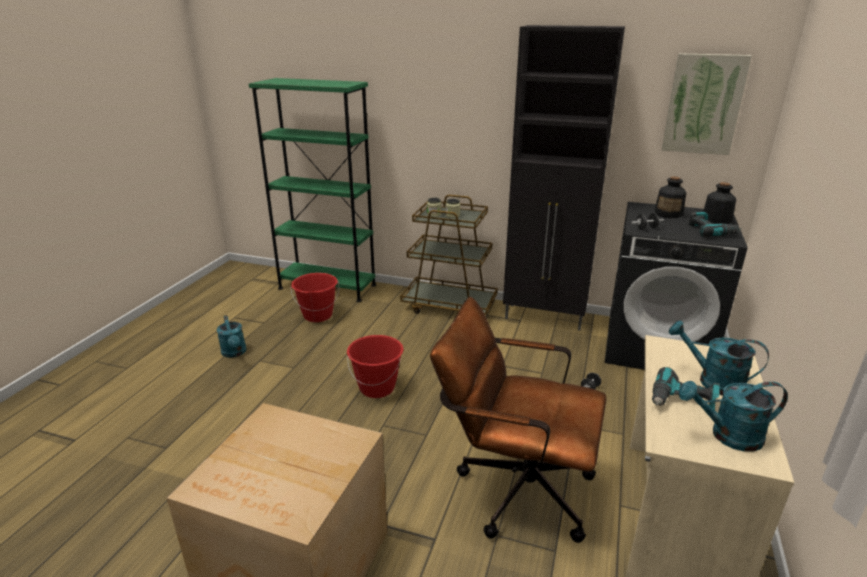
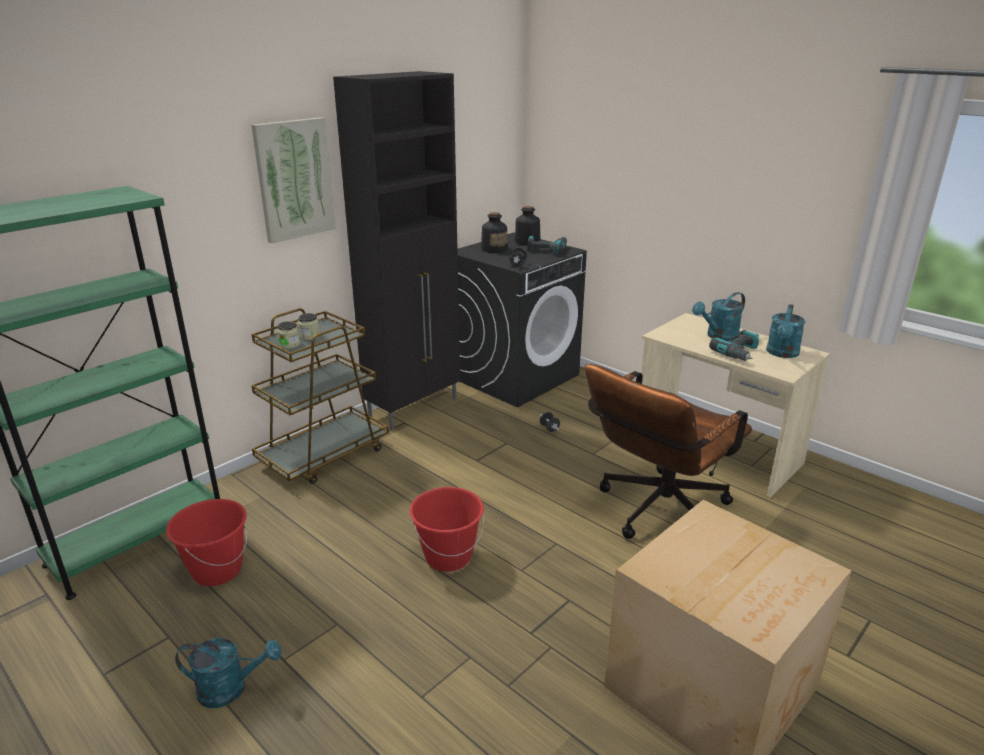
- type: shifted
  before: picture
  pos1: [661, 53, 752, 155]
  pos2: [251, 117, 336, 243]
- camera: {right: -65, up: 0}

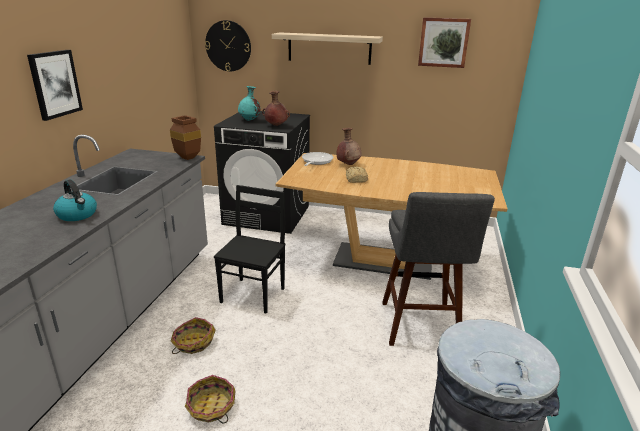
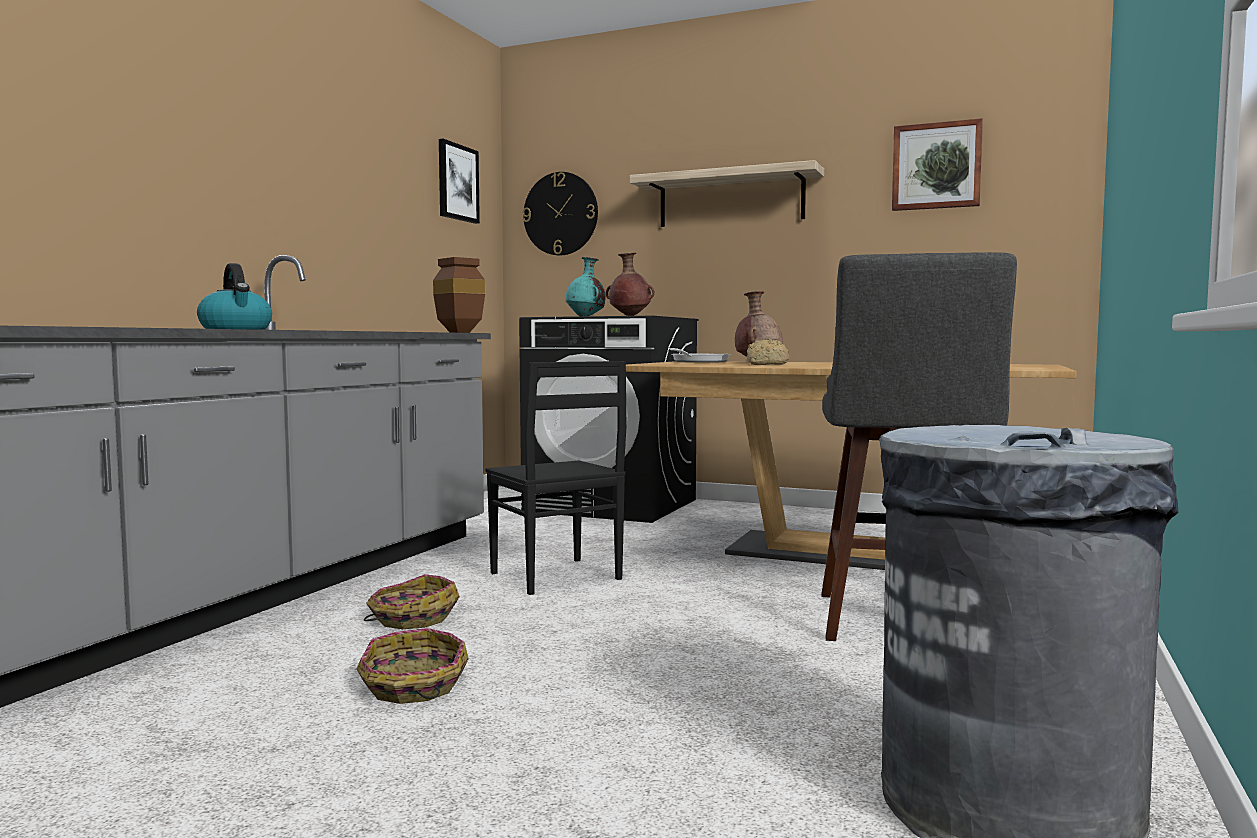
- type: shifted
  before: picture
  pos1: [27, 50, 83, 121]
  pos2: [439, 139, 480, 224]
- type: rotated
  before: black chair
  pos1: [214, 185, 286, 314]
  pos2: [485, 361, 626, 595]
  turn: 120
- camera: {right: 10, up: -20}

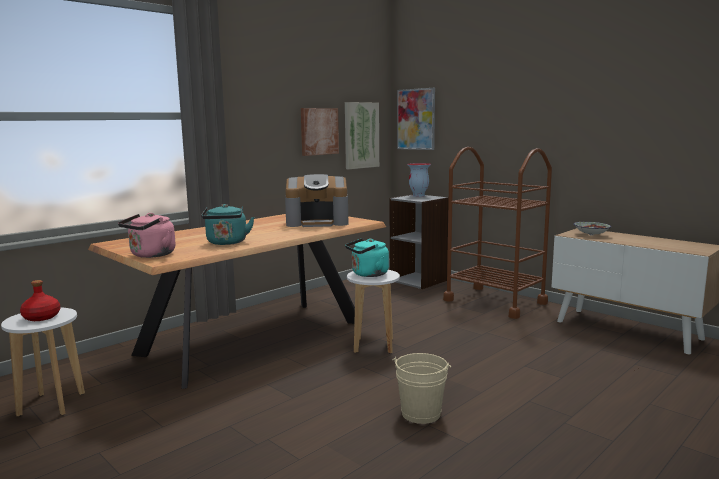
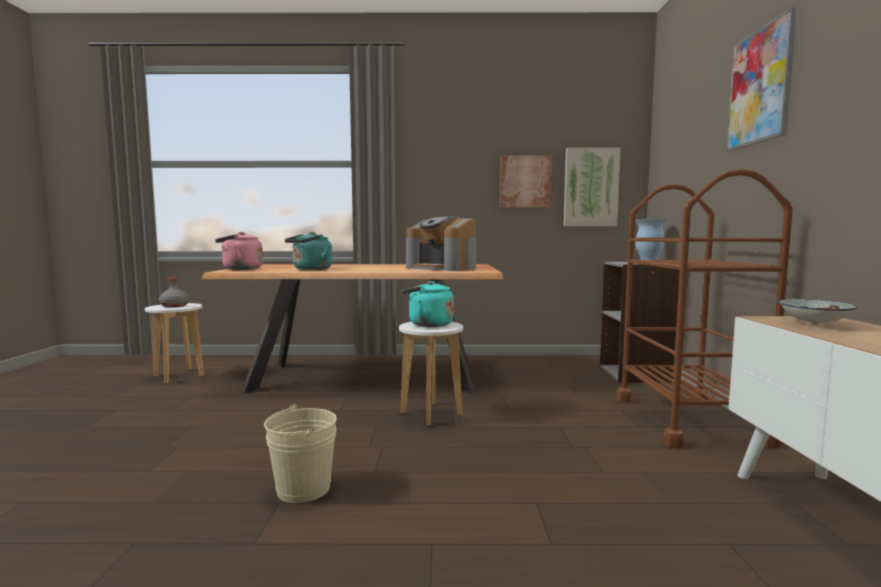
- type: shifted
  before: picture
  pos1: [397, 88, 435, 150]
  pos2: [727, 7, 797, 151]
- type: repainted
  before: red bottle
  after: grey bottle
  pos1: [20, 280, 60, 321]
  pos2: [159, 277, 190, 308]
- camera: {right: 45, up: -5}

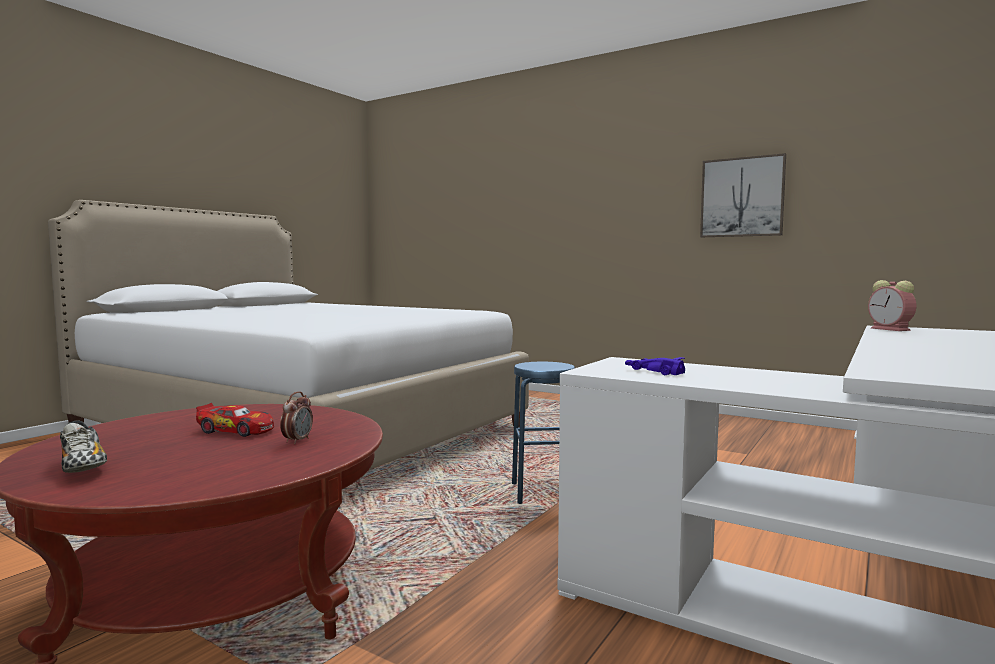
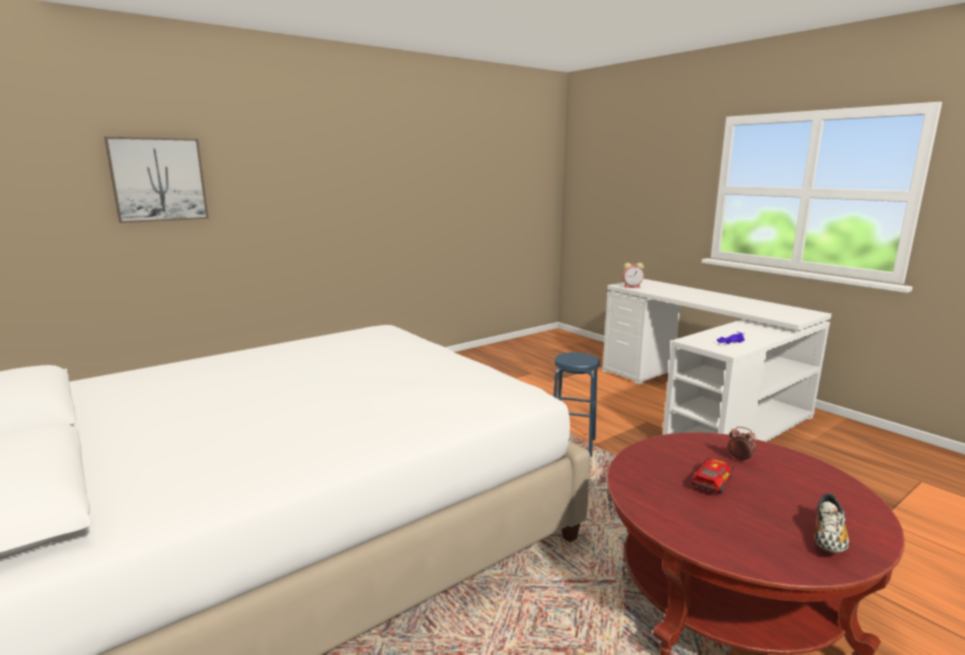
- type: shifted
  before: picture
  pos1: [700, 153, 786, 237]
  pos2: [104, 136, 209, 223]
- type: rotated
  before: shoe
  pos1: [60, 420, 107, 473]
  pos2: [815, 493, 849, 553]
  turn: 135
- camera: {right: -70, up: 10}

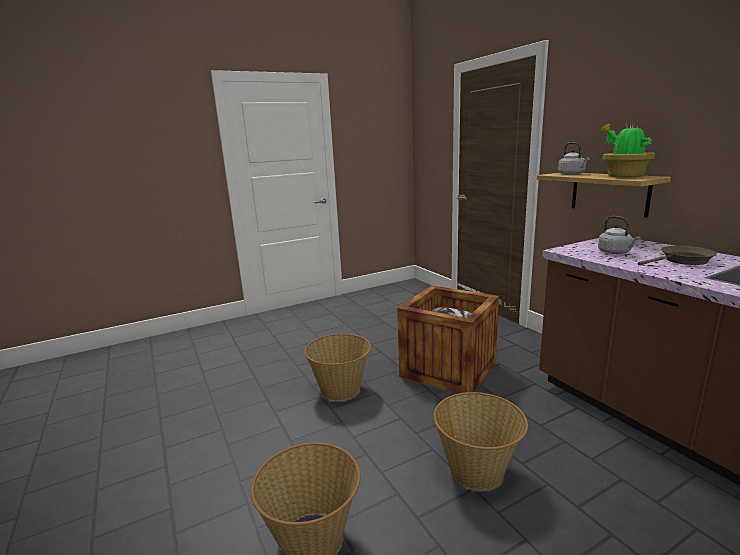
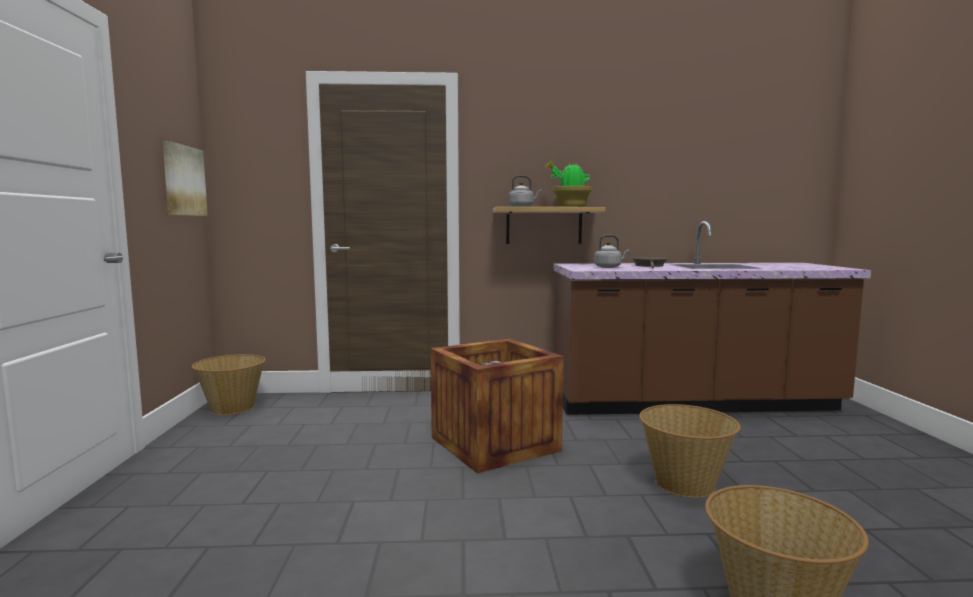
- type: new
  after: picture
  pos2: [163, 141, 208, 216]
- type: shifted
  before: basket
  pos1: [304, 334, 371, 401]
  pos2: [192, 354, 266, 415]
- camera: {right: -65, up: -10}

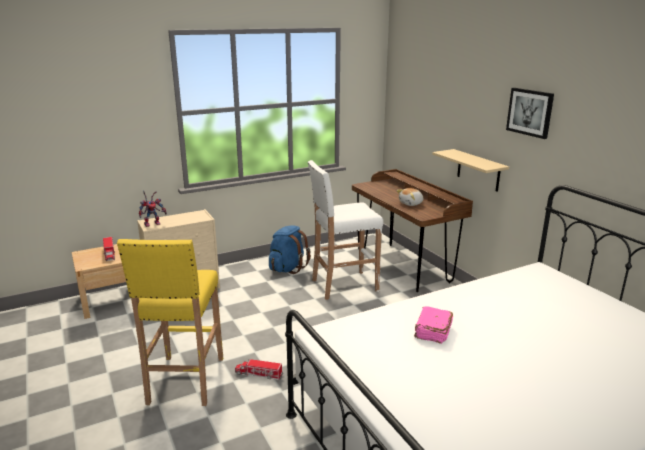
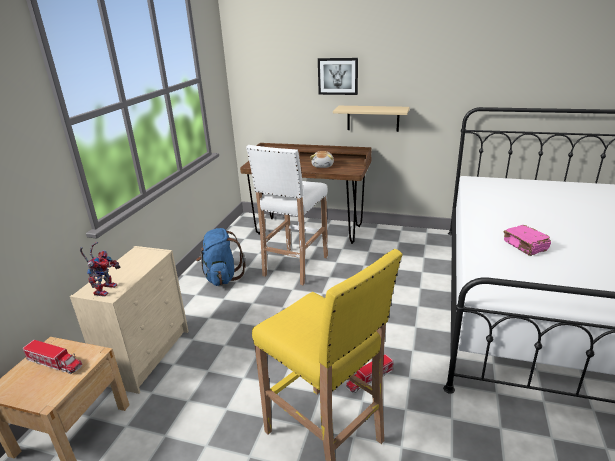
- type: shifted
  before: picture
  pos1: [506, 88, 554, 139]
  pos2: [318, 58, 358, 95]
- camera: {right: -45, up: 5}

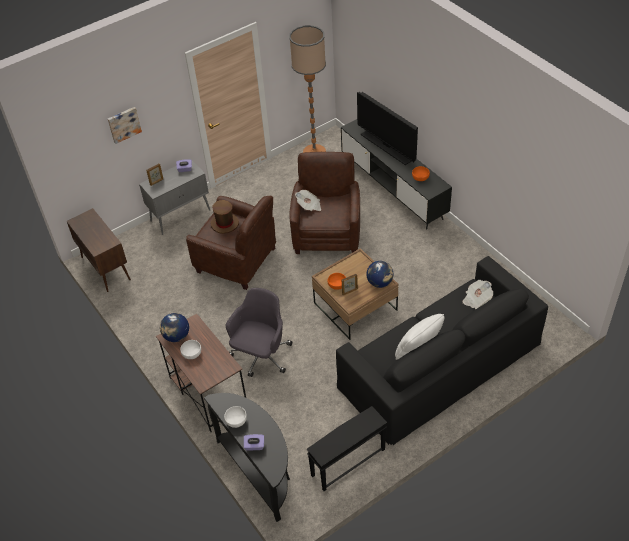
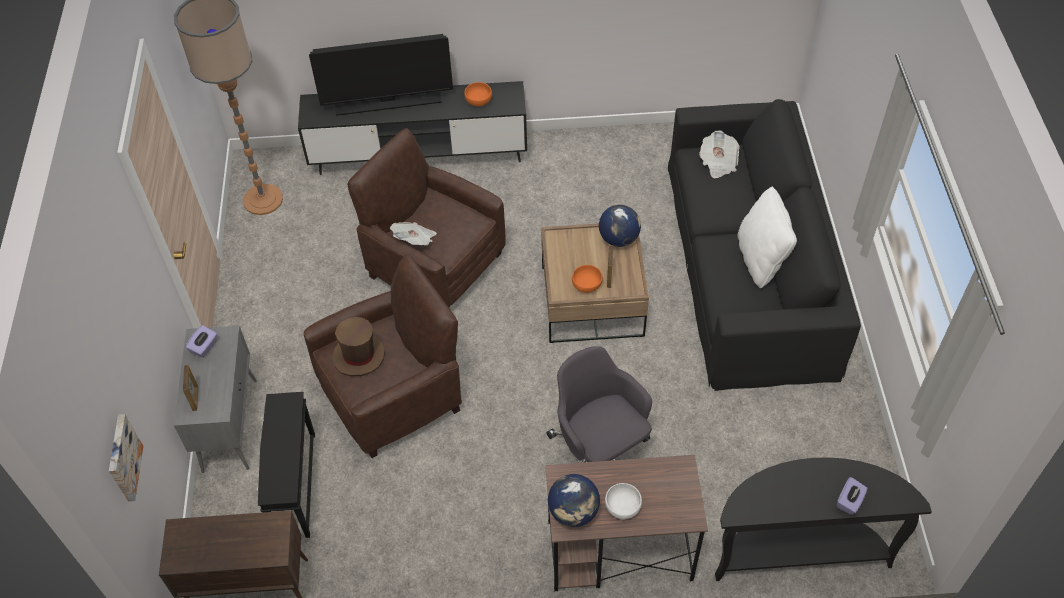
- type: gone
  before: white bowl
  pos1: [224, 406, 247, 428]
- type: shifted
  before: picture
  pos1: [108, 107, 142, 144]
  pos2: [109, 414, 143, 501]
- type: shifted
  before: black side table
  pos1: [307, 406, 387, 491]
  pos2: [258, 392, 315, 538]
- camera: {right: -60, up: 5}

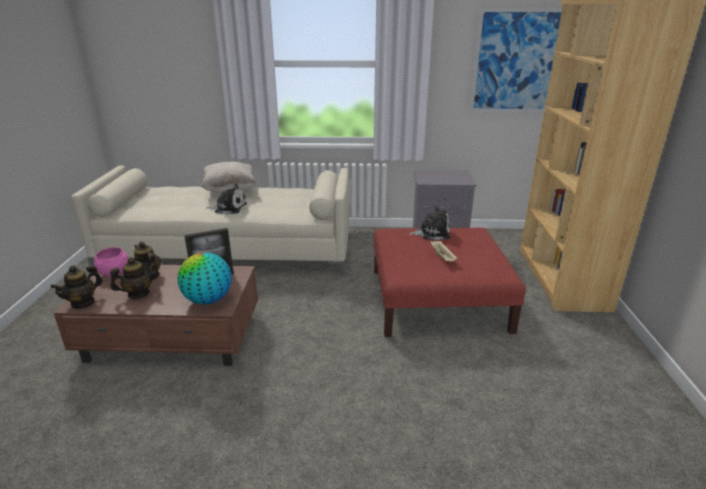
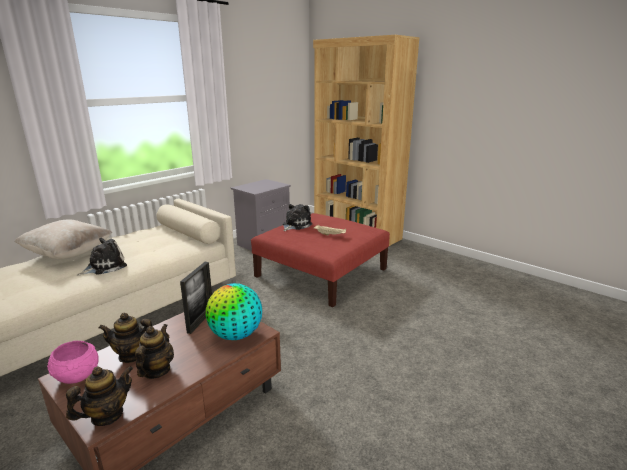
- type: gone
  before: picture
  pos1: [469, 8, 562, 113]
- type: rotated
  before: teapot
  pos1: [50, 265, 103, 309]
  pos2: [66, 366, 133, 426]
  turn: -120
- camera: {right: -50, up: -5}

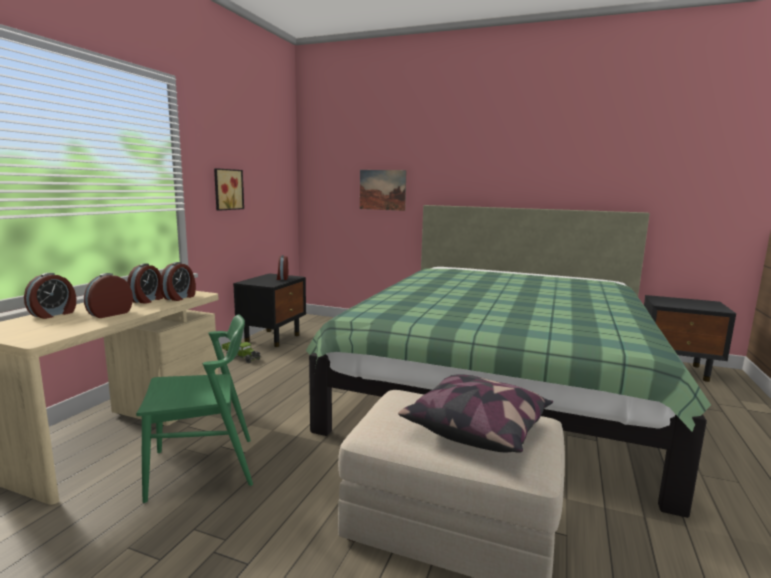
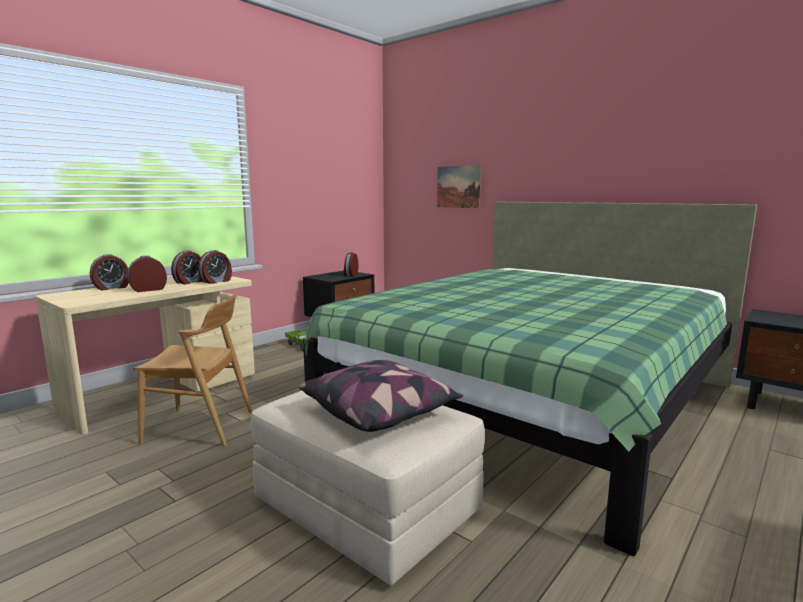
- type: gone
  before: picture
  pos1: [214, 168, 244, 211]
- type: repainted
  before: green chair
  after: brown chair
  pos1: [136, 315, 253, 503]
  pos2: [133, 295, 252, 446]
- camera: {right: 20, up: 0}

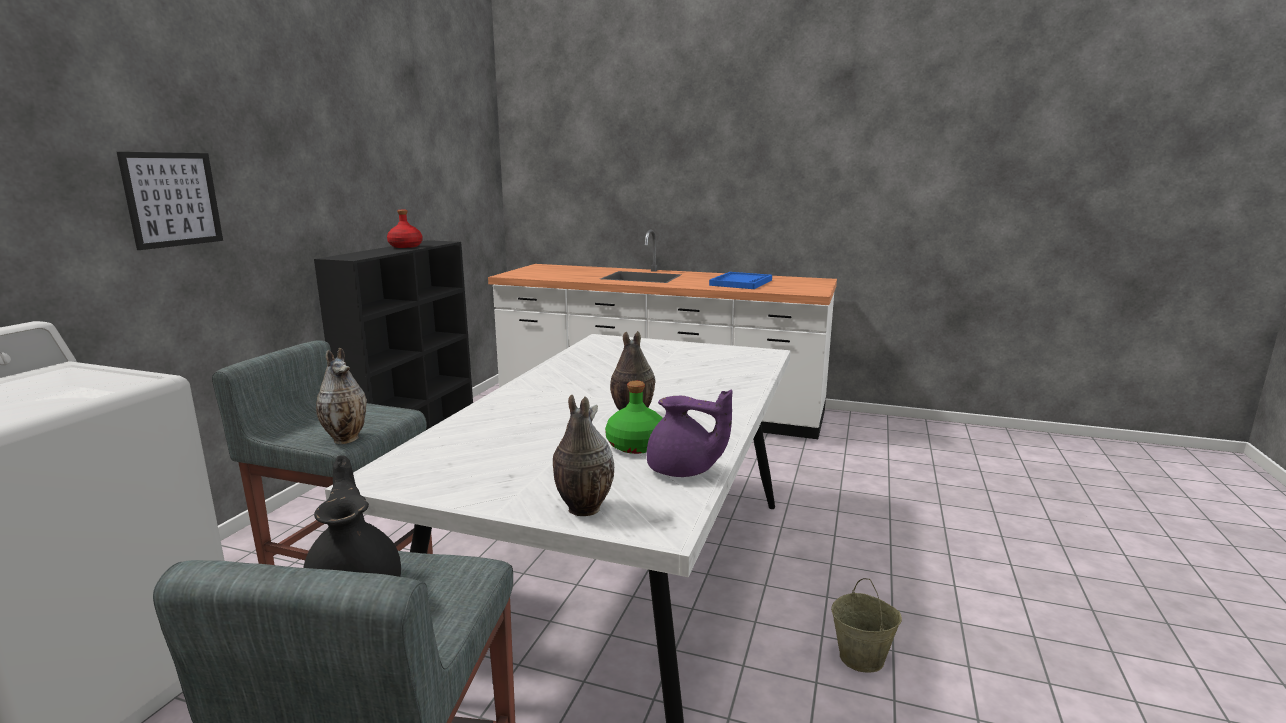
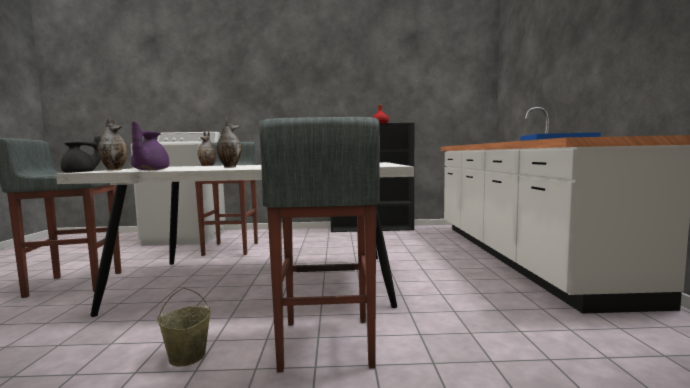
- type: gone
  before: picture
  pos1: [117, 152, 223, 250]
- type: gone
  before: green bottle
  pos1: [605, 381, 663, 454]
- type: new
  after: grey stool
  pos2: [259, 117, 380, 373]
- camera: {right: 70, up: -10}

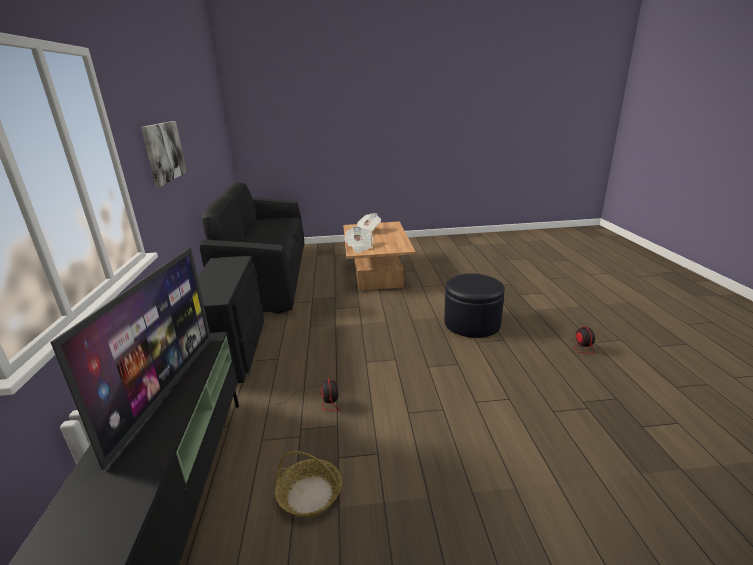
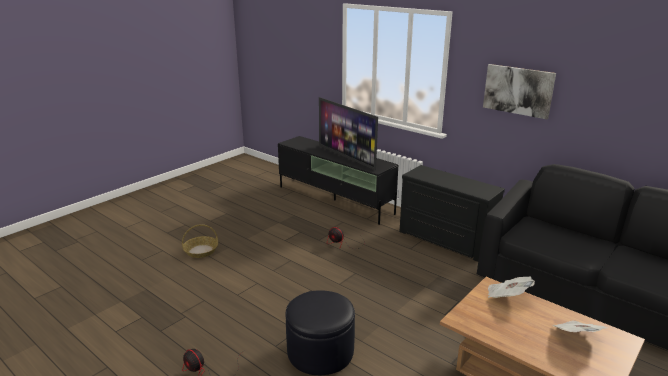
- type: shifted
  before: basket
  pos1: [275, 451, 342, 517]
  pos2: [182, 224, 218, 258]
- camera: {right: 135, up: 0}

